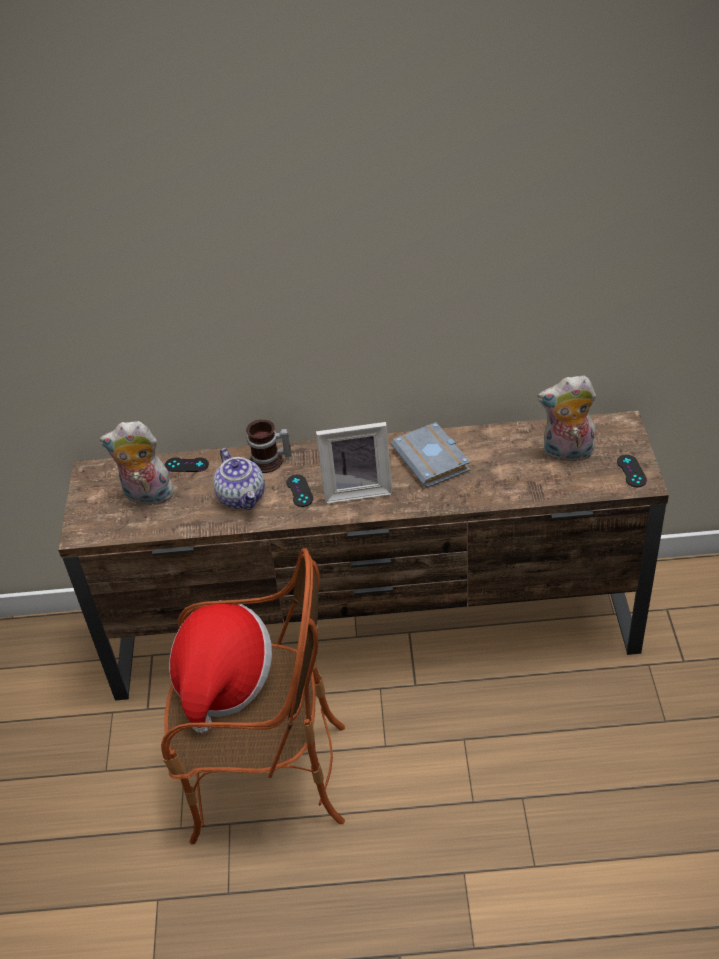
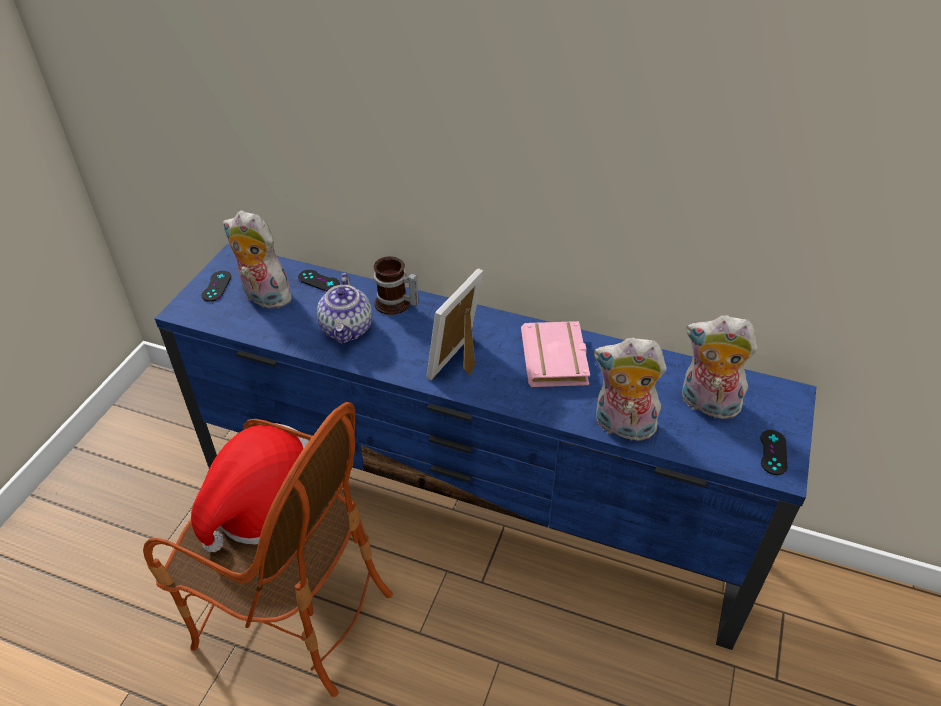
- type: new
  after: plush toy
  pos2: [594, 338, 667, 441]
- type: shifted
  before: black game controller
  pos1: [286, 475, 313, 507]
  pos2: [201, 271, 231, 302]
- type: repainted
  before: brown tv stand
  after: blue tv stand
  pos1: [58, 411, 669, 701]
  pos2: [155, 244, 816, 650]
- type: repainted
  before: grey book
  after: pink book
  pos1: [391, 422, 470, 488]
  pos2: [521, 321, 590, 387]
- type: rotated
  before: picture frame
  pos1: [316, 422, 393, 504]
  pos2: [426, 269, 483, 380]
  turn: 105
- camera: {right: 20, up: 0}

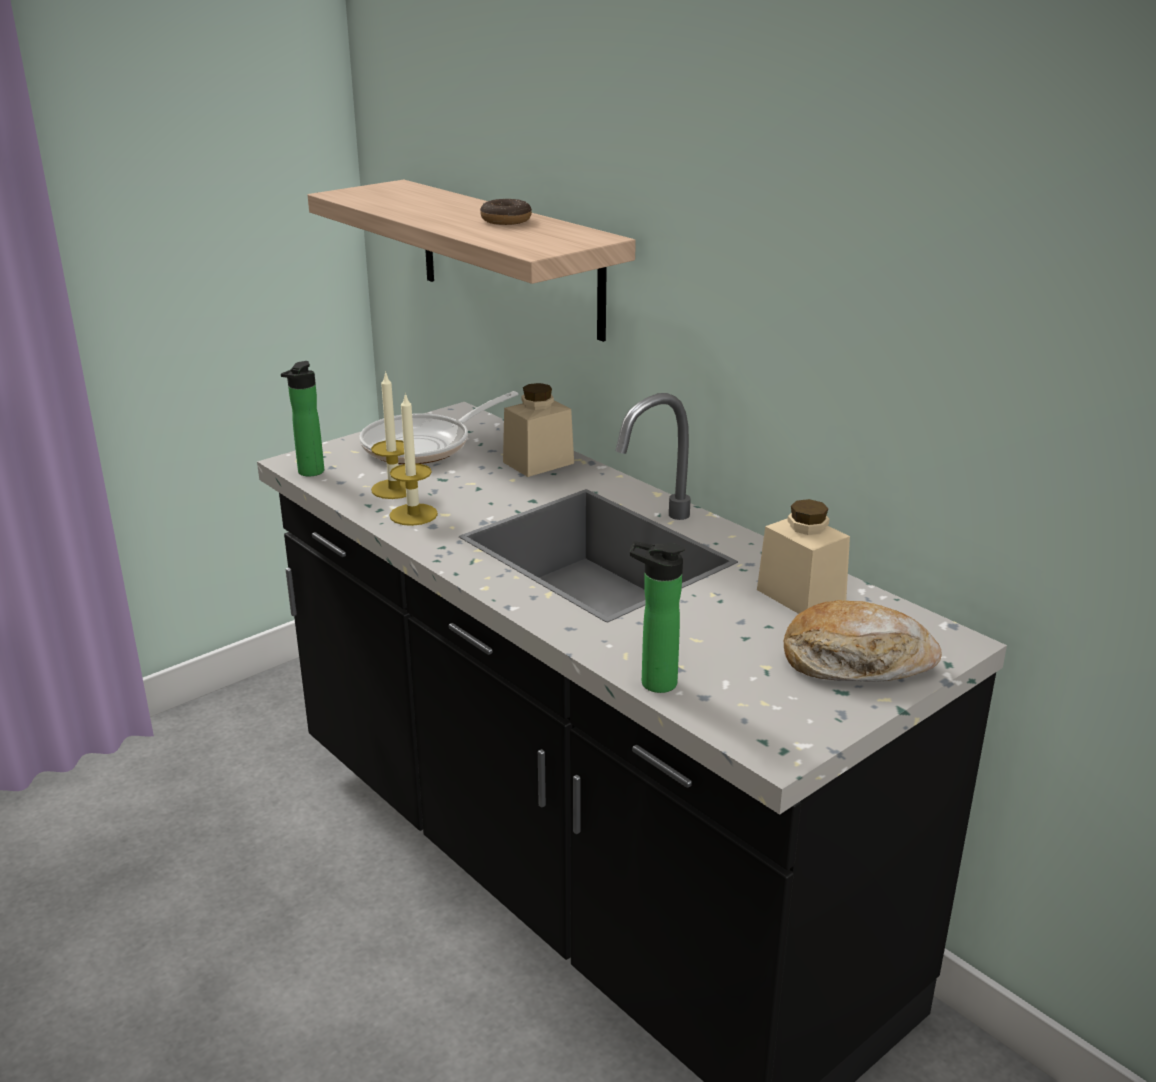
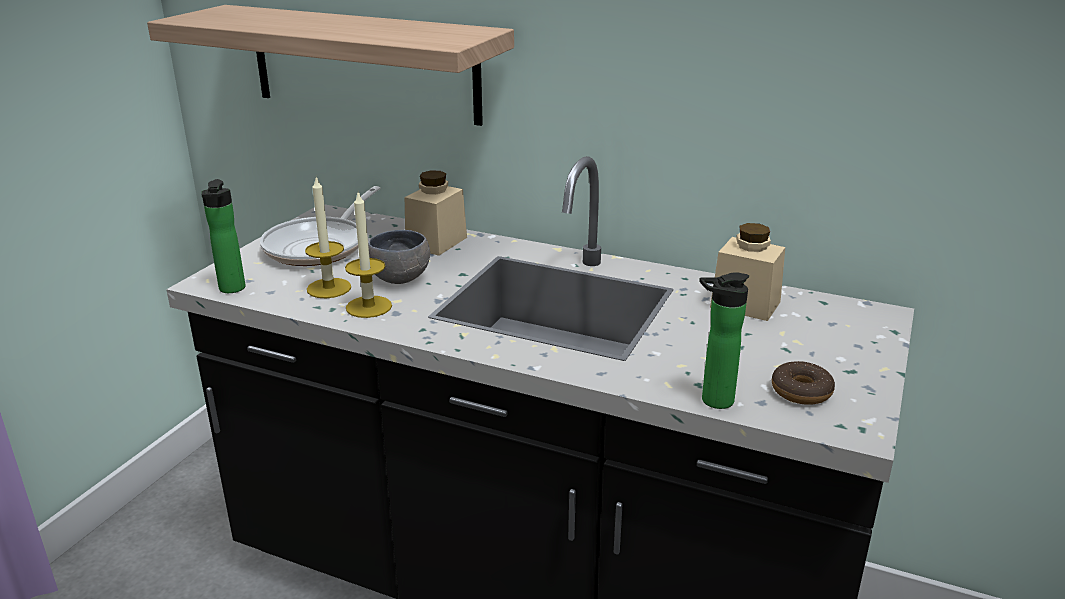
- type: gone
  before: bread
  pos1: [783, 600, 942, 682]
- type: new
  after: grey bowl
  pos2: [368, 230, 430, 284]
- type: shifted
  before: donut
  pos1: [480, 199, 532, 225]
  pos2: [772, 361, 835, 405]
- camera: {right: -25, up: 0}

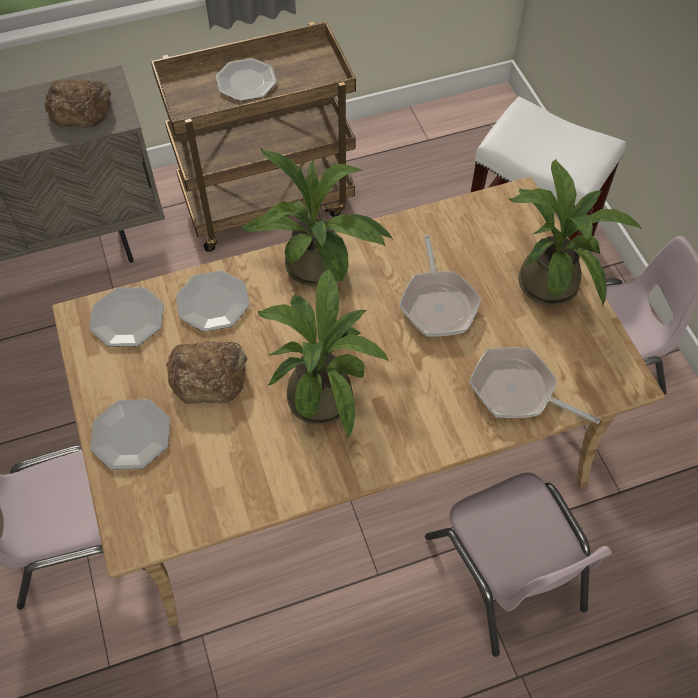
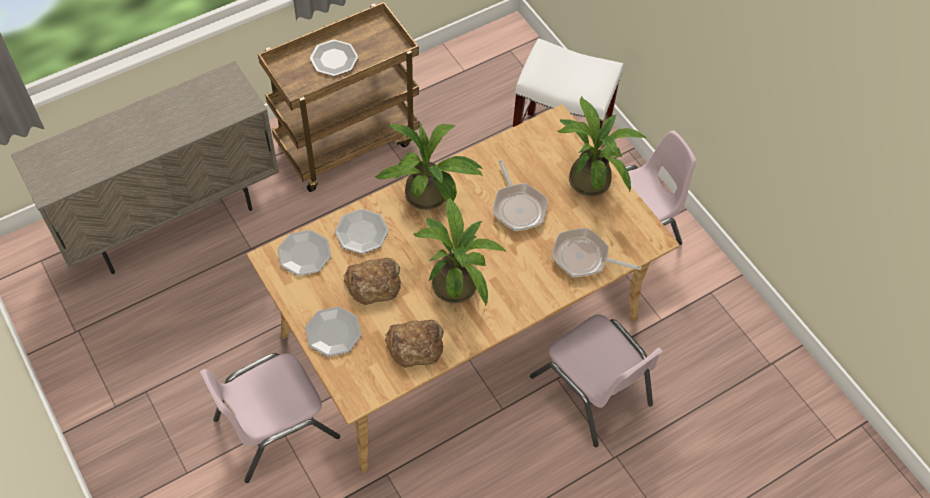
- type: shifted
  before: bread
  pos1: [45, 80, 111, 128]
  pos2: [385, 320, 444, 367]
- camera: {right: -15, up: 0}

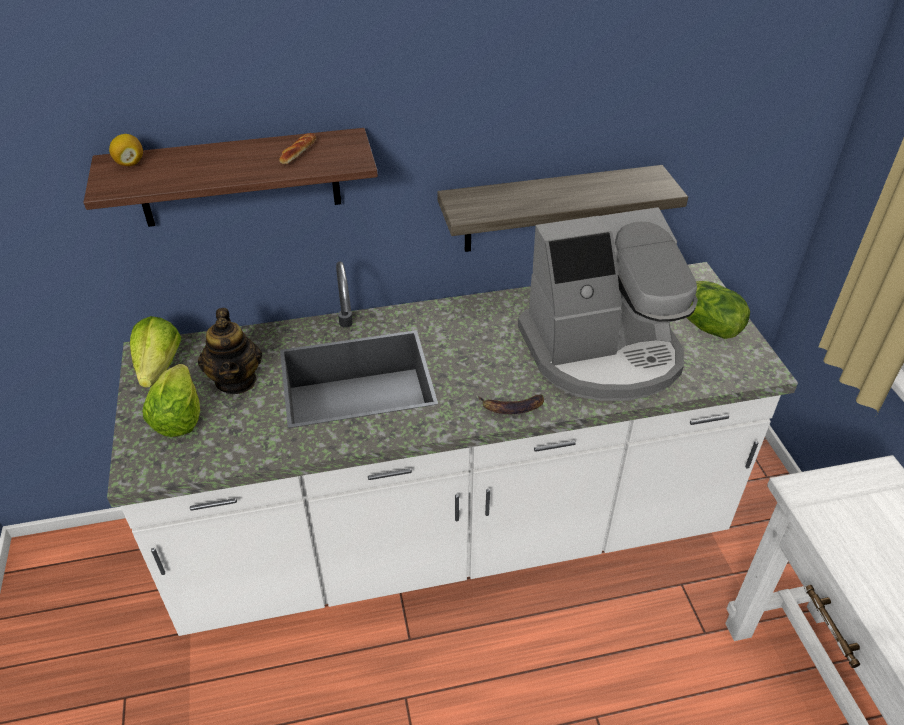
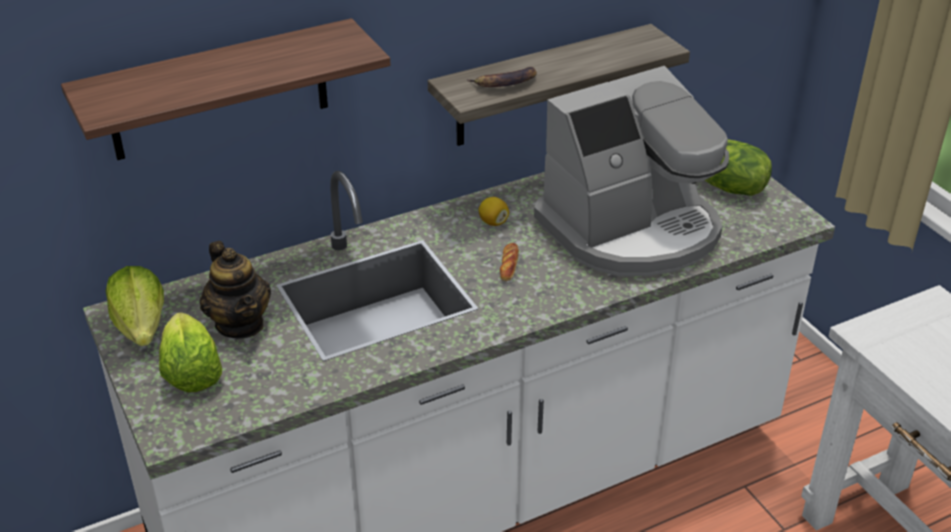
- type: shifted
  before: lemon
  pos1: [109, 134, 143, 166]
  pos2: [478, 197, 509, 226]
- type: shifted
  before: bread
  pos1: [279, 133, 316, 164]
  pos2: [500, 243, 519, 281]
- type: shifted
  before: banana
  pos1: [478, 395, 544, 414]
  pos2: [467, 67, 537, 87]
- camera: {right: -15, up: -5}

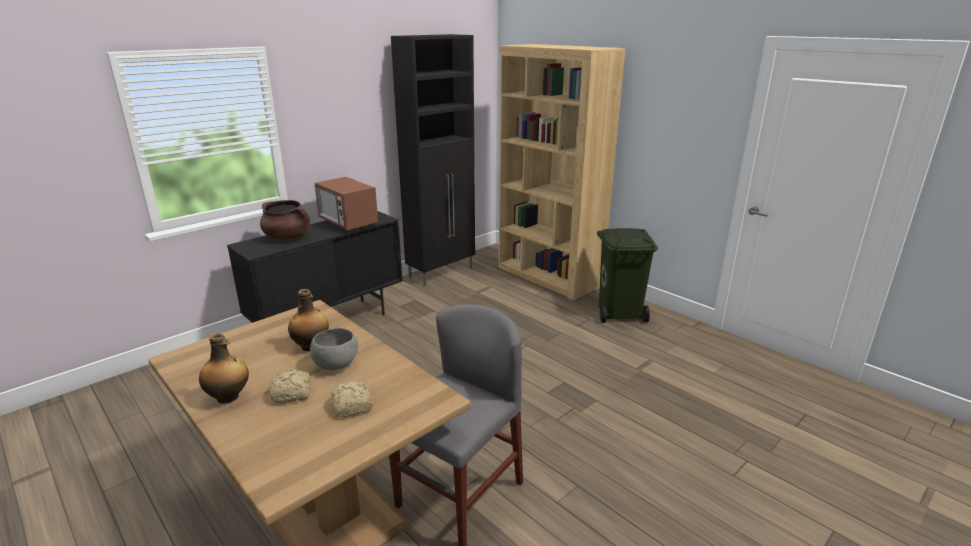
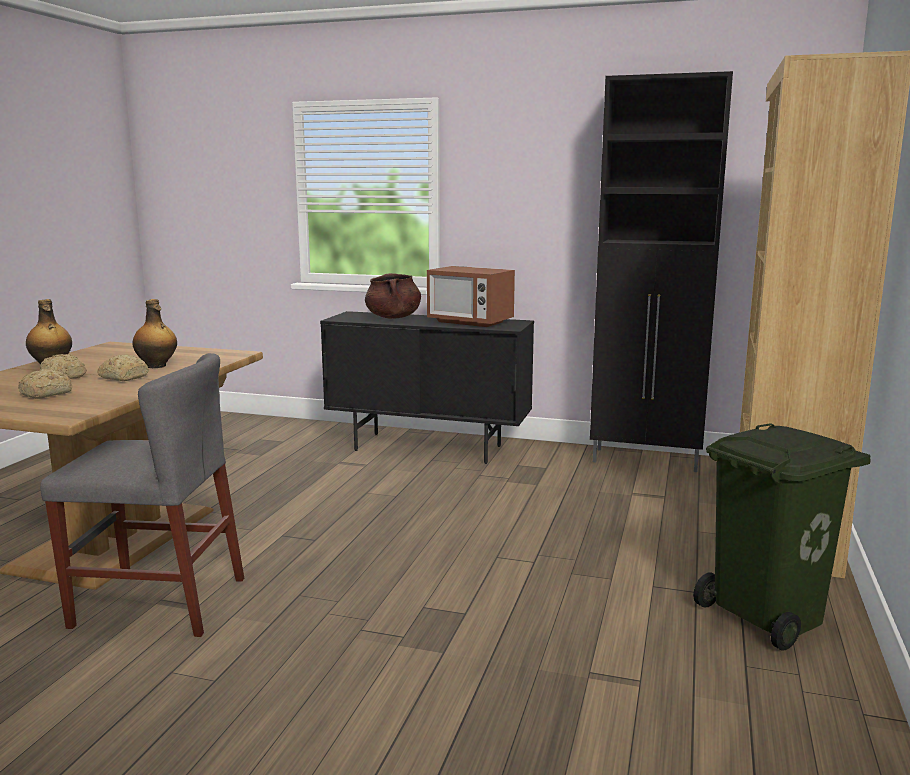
- type: swapped
  before: grey bowl
  after: bread
  pos1: [310, 328, 358, 370]
  pos2: [97, 355, 149, 381]
- type: rotated
  before: microwave
  pos1: [314, 177, 378, 231]
  pos2: [427, 266, 515, 327]
  turn: -75
- camera: {right: 60, up: -10}

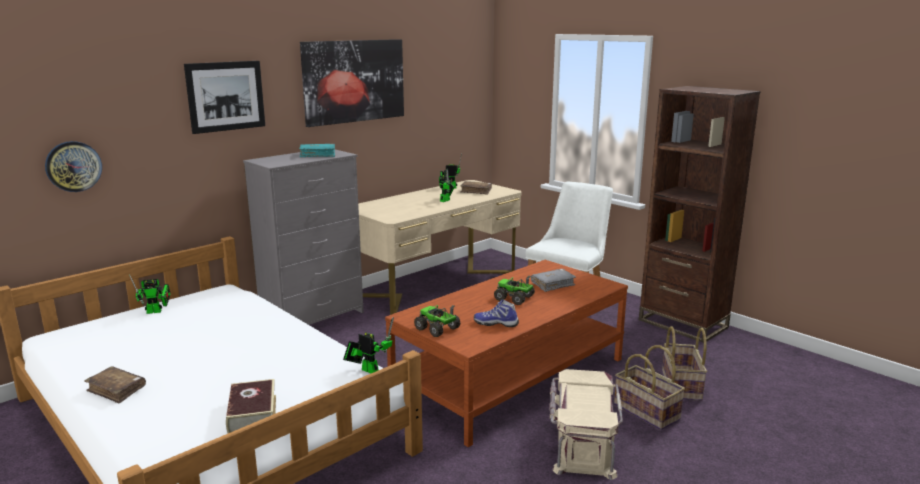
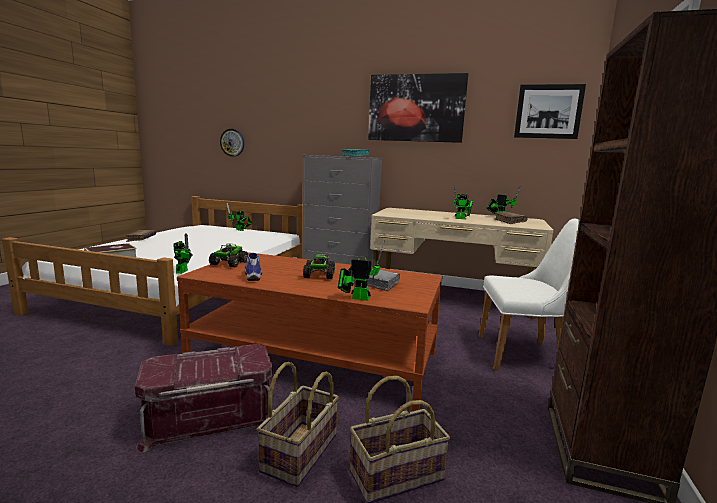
- type: new
  after: toy robot
  pos2: [338, 240, 385, 301]
- type: shifted
  before: picture
  pos1: [184, 61, 265, 134]
  pos2: [514, 84, 586, 139]
- type: repainted
  before: beige storage box
  after: red storage box
  pos1: [549, 369, 623, 480]
  pos2: [135, 344, 273, 452]
- camera: {right: 60, up: -5}

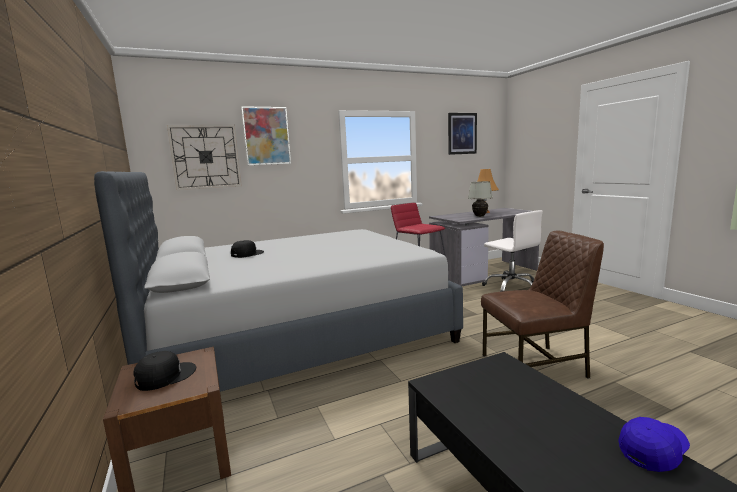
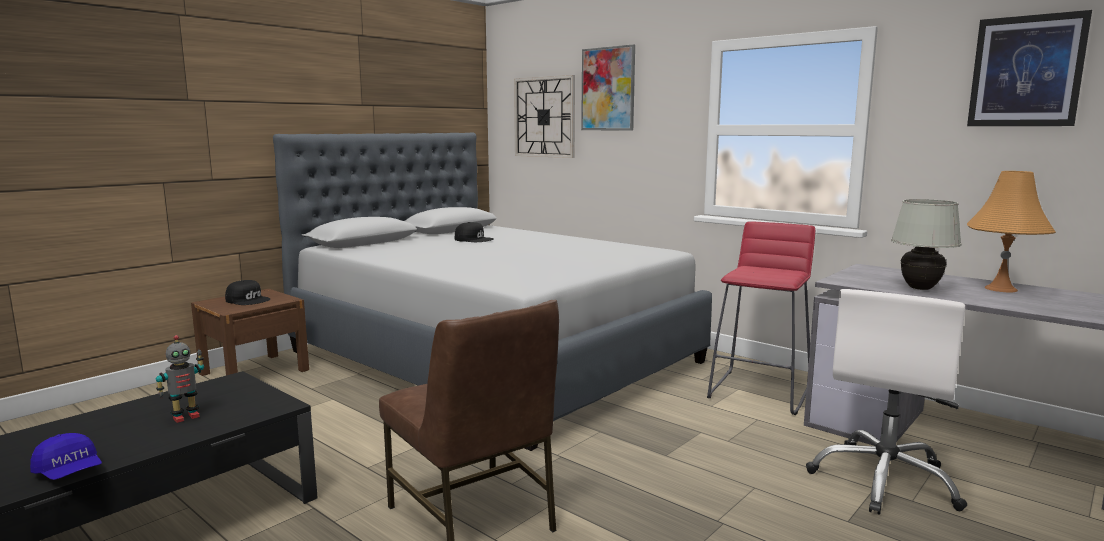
- type: new
  after: toy robot
  pos2: [156, 335, 204, 423]
- camera: {right: 65, up: 0}

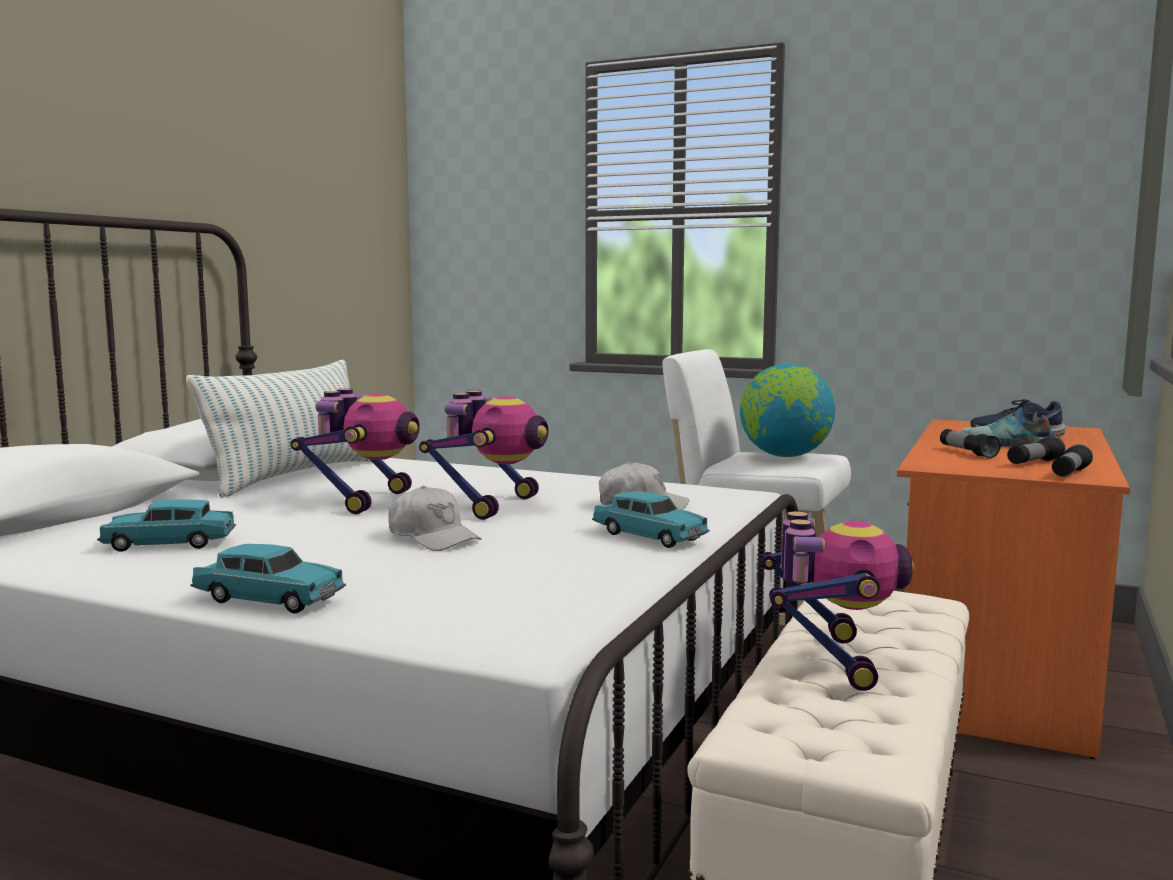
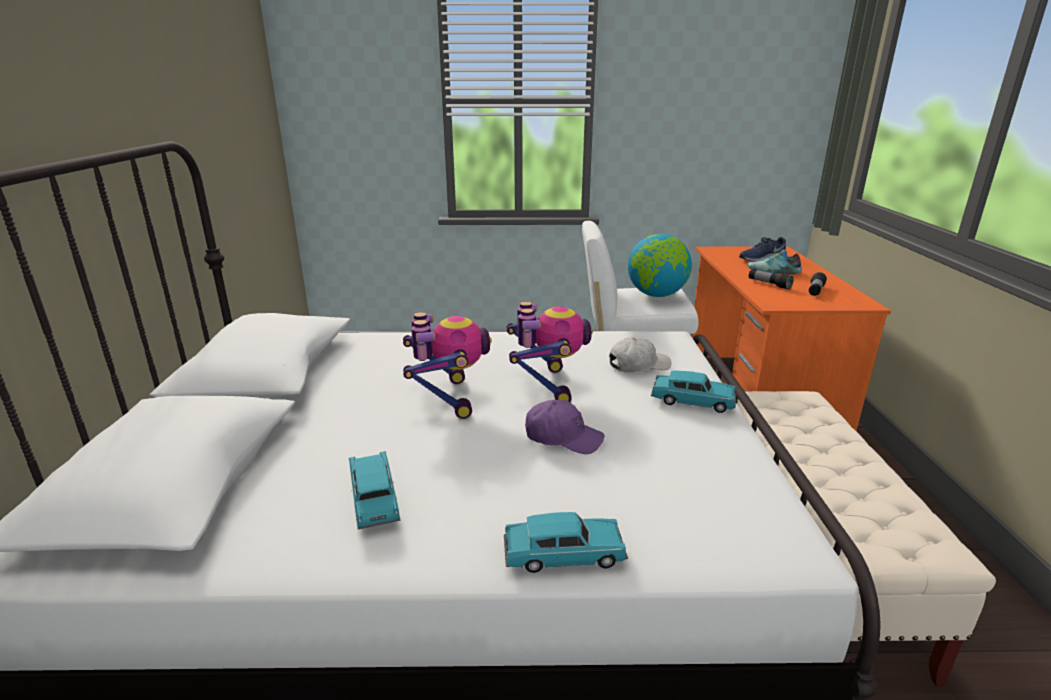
- type: gone
  before: pillow
  pos1: [186, 360, 372, 498]
- type: gone
  before: toy robot
  pos1: [761, 511, 914, 691]
- type: gone
  before: flashlight
  pos1: [1052, 444, 1093, 476]
- type: repainted
  before: white cap
  after: purple cap
  pos1: [388, 486, 482, 551]
  pos2: [525, 400, 604, 454]
- type: rotated
  before: turquoise toy car
  pos1: [97, 499, 236, 552]
  pos2: [349, 451, 401, 529]
  turn: 105
- camera: {right: -25, up: 15}

